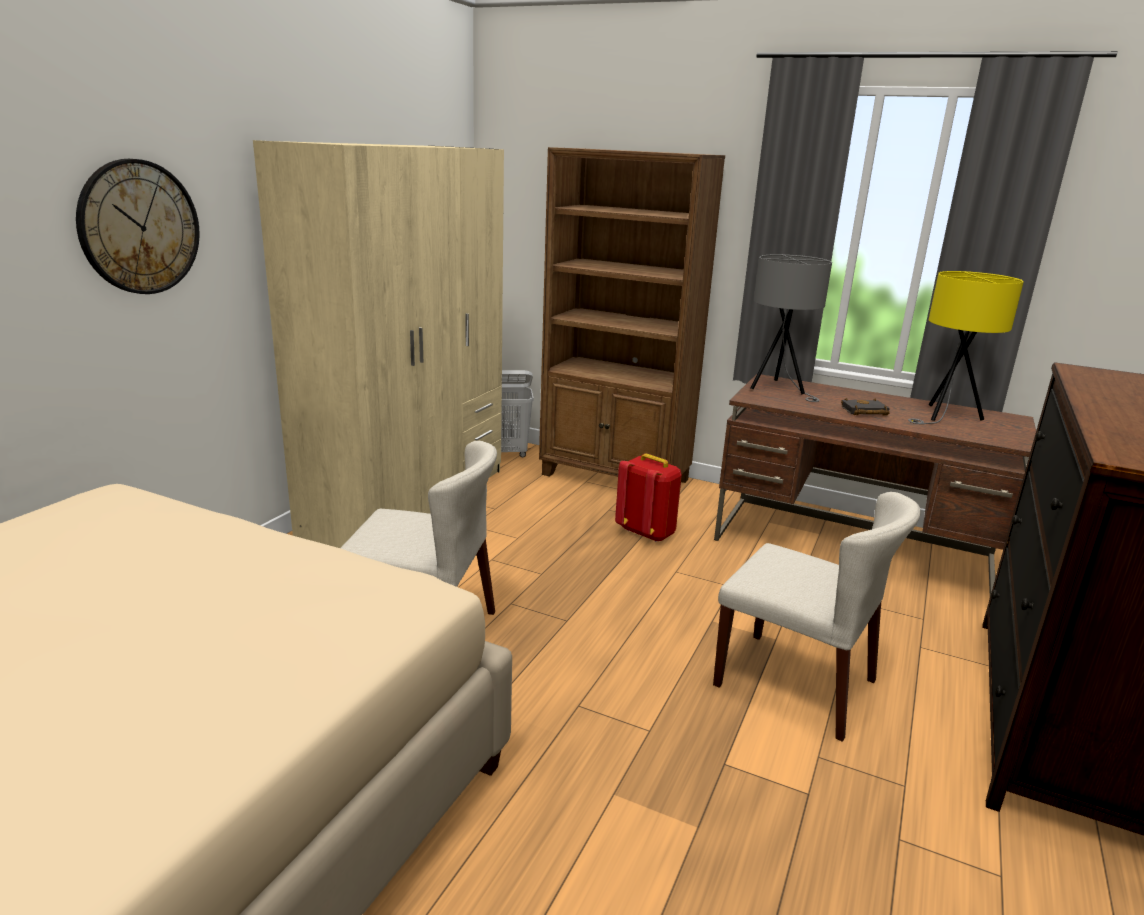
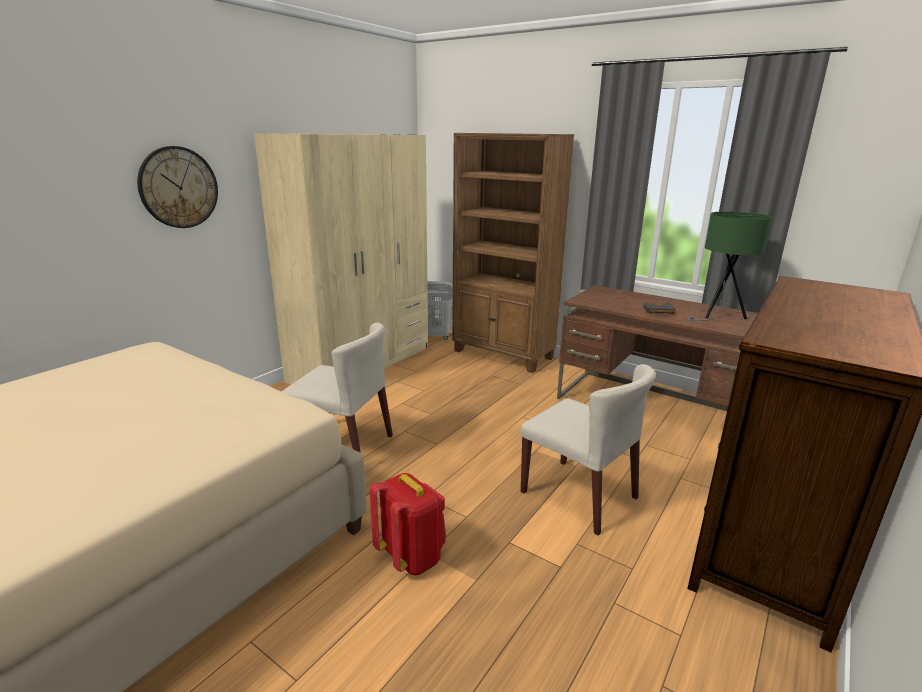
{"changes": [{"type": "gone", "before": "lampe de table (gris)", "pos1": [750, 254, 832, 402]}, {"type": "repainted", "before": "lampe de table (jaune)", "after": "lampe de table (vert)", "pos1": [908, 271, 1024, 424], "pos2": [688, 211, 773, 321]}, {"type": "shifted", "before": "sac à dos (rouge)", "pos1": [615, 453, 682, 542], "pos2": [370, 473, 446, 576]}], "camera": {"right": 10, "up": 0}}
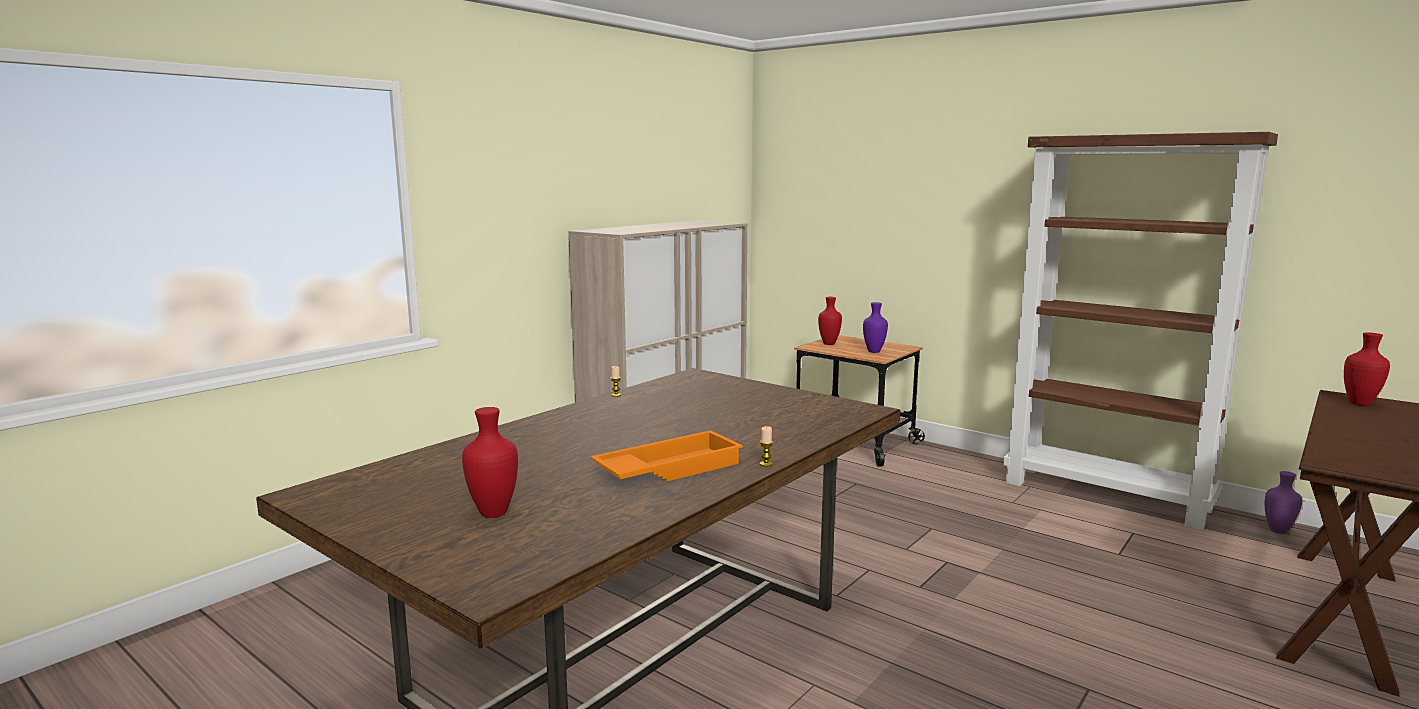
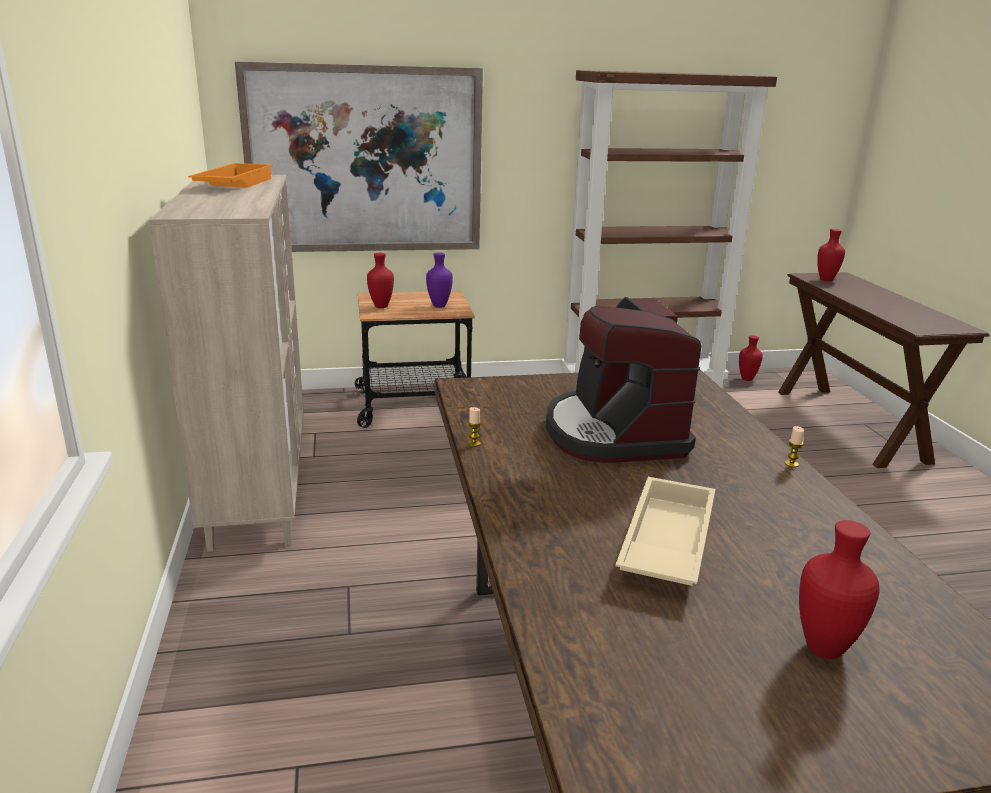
{"changes": [{"type": "shifted", "before": "plateau (orange)", "pos1": [590, 430, 743, 481], "pos2": [188, 163, 273, 187]}, {"type": "repainted", "before": "vase (violet)", "after": "vase (rouge)", "pos1": [1265, 471, 1302, 534], "pos2": [739, 335, 763, 381]}, {"type": "new", "after": "tableau", "pos2": [235, 62, 483, 252]}, {"type": "new", "after": "machine à café", "pos2": [546, 297, 701, 463]}, {"type": "new", "after": "plateau (beige)", "pos2": [615, 477, 715, 586]}], "camera": {"right": -50, "up": 10}}
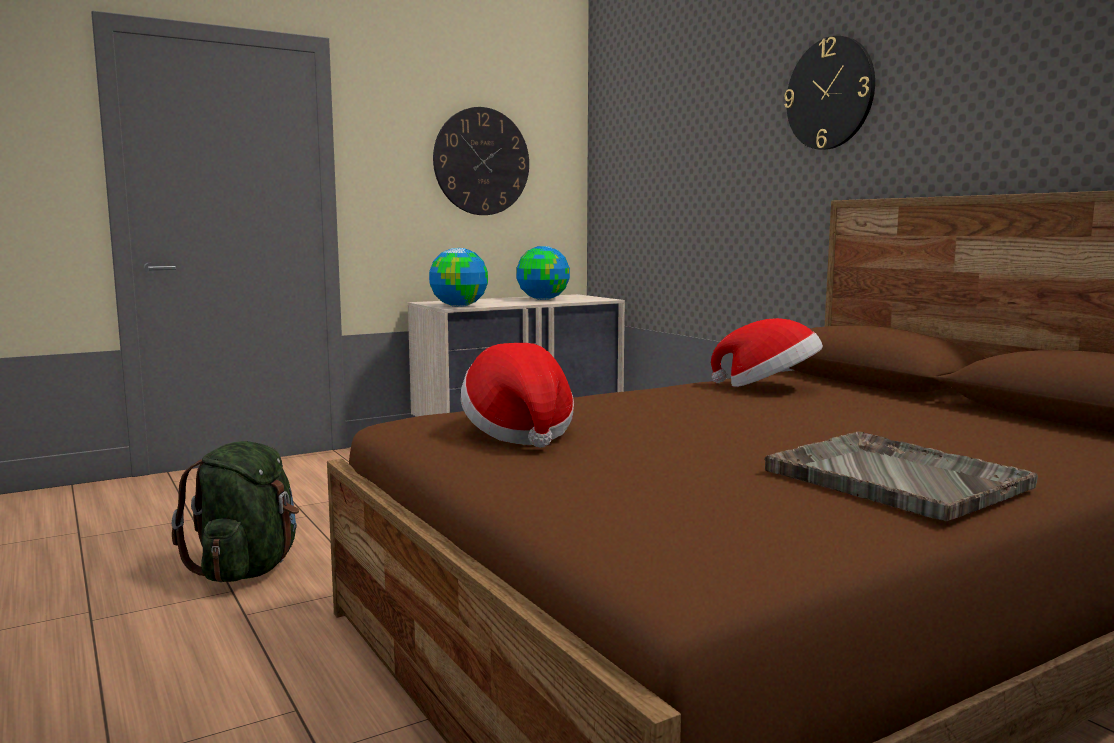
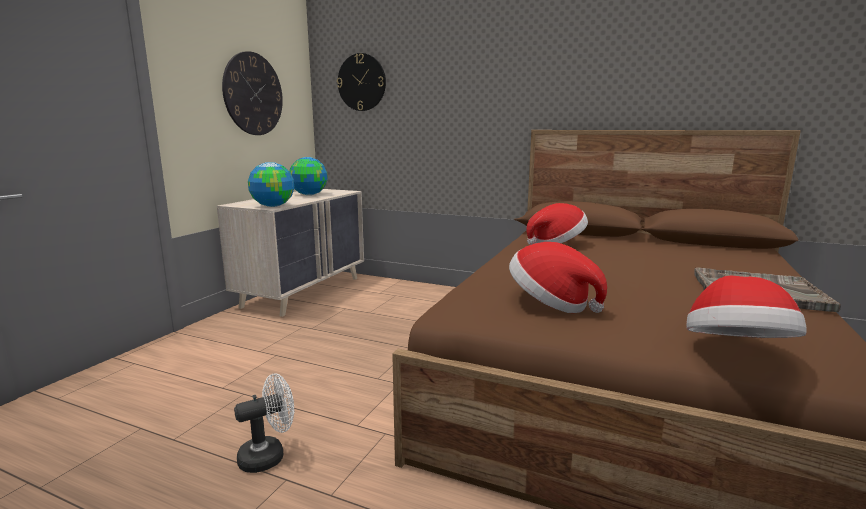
{"changes": [{"type": "shifted", "before": "horloge murale", "pos1": [784, 36, 875, 150], "pos2": [337, 53, 386, 111]}, {"type": "swapped", "before": "sac à dos (vert)", "after": "ventilateur (blanc)", "pos1": [172, 441, 299, 583], "pos2": [234, 373, 294, 473]}, {"type": "new", "after": "chapeau", "pos2": [686, 276, 807, 338]}], "camera": {"right": -35, "up": 5}}
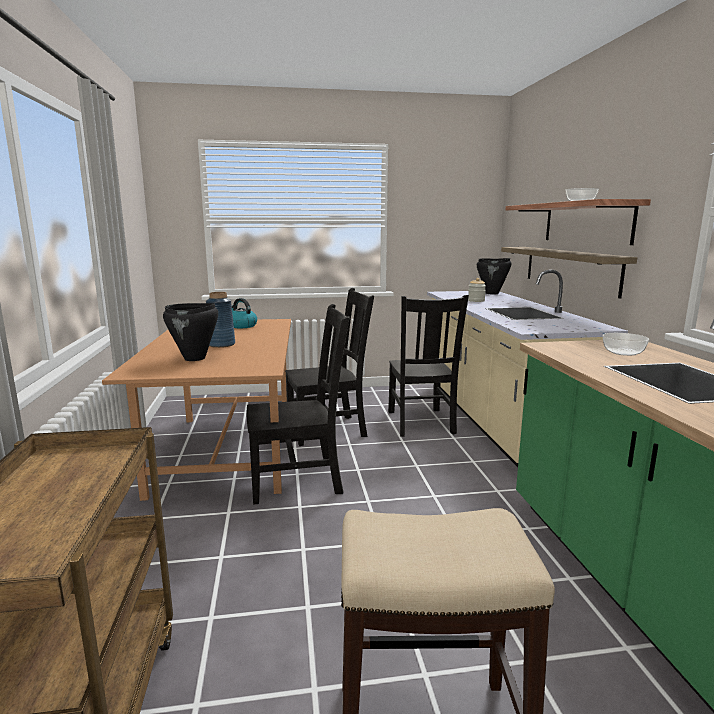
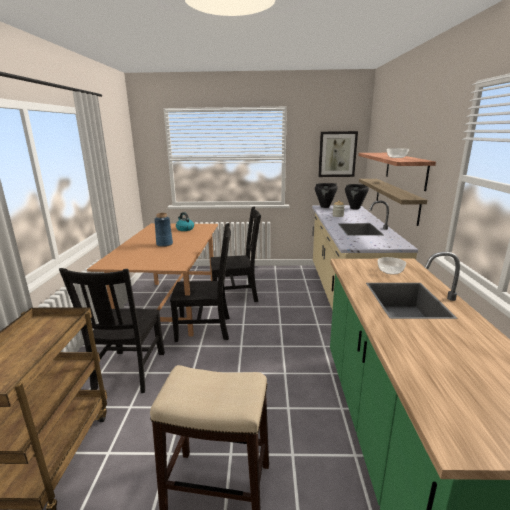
{"changes": [{"type": "shifted", "before": "chaise (noir)", "pos1": [388, 295, 469, 437], "pos2": [59, 268, 165, 393]}, {"type": "shifted", "before": "marmite (noir)", "pos1": [163, 303, 218, 361], "pos2": [315, 183, 338, 208]}, {"type": "new", "after": "tableau", "pos2": [318, 131, 358, 177]}], "camera": {"right": 10, "up": 5}}
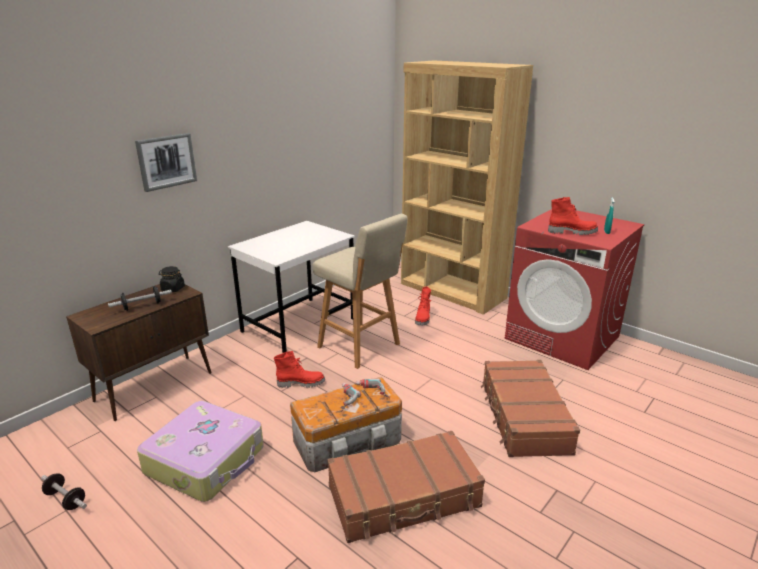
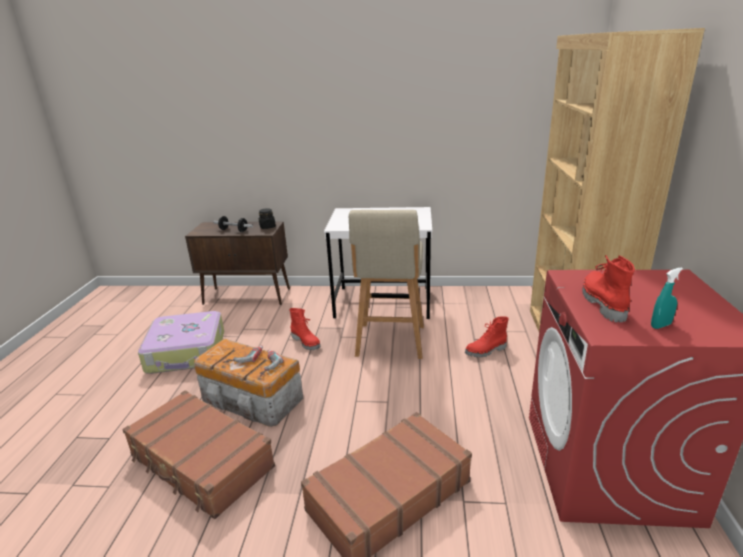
{"changes": [{"type": "gone", "before": "tableau", "pos1": [135, 133, 197, 192]}, {"type": "rotated", "before": "botte (rouge)", "pos1": [548, 197, 598, 235], "pos2": [582, 255, 635, 322], "turn": -150}, {"type": "gone", "before": "haltère", "pos1": [41, 473, 87, 510]}], "camera": {"right": 55, "up": 0}}
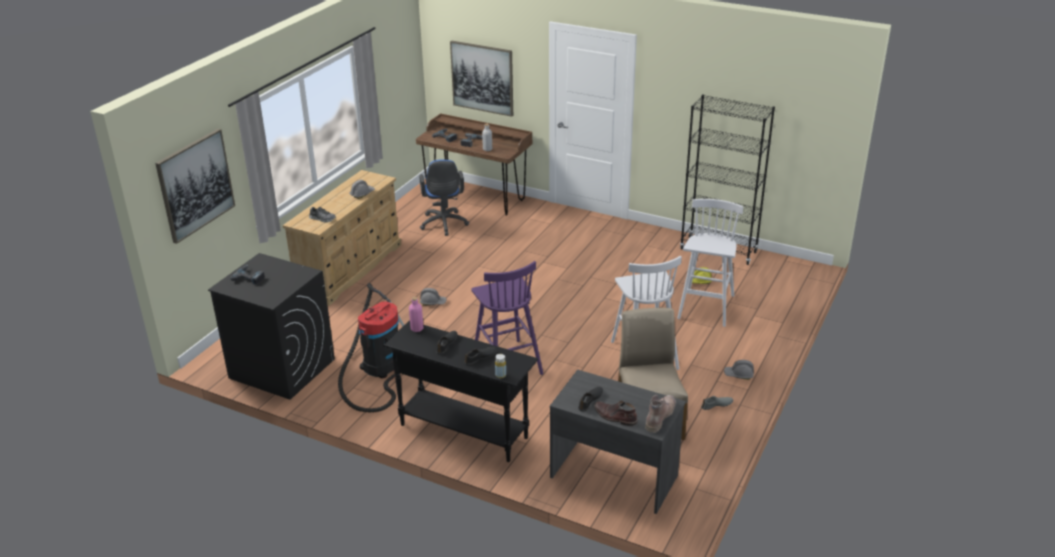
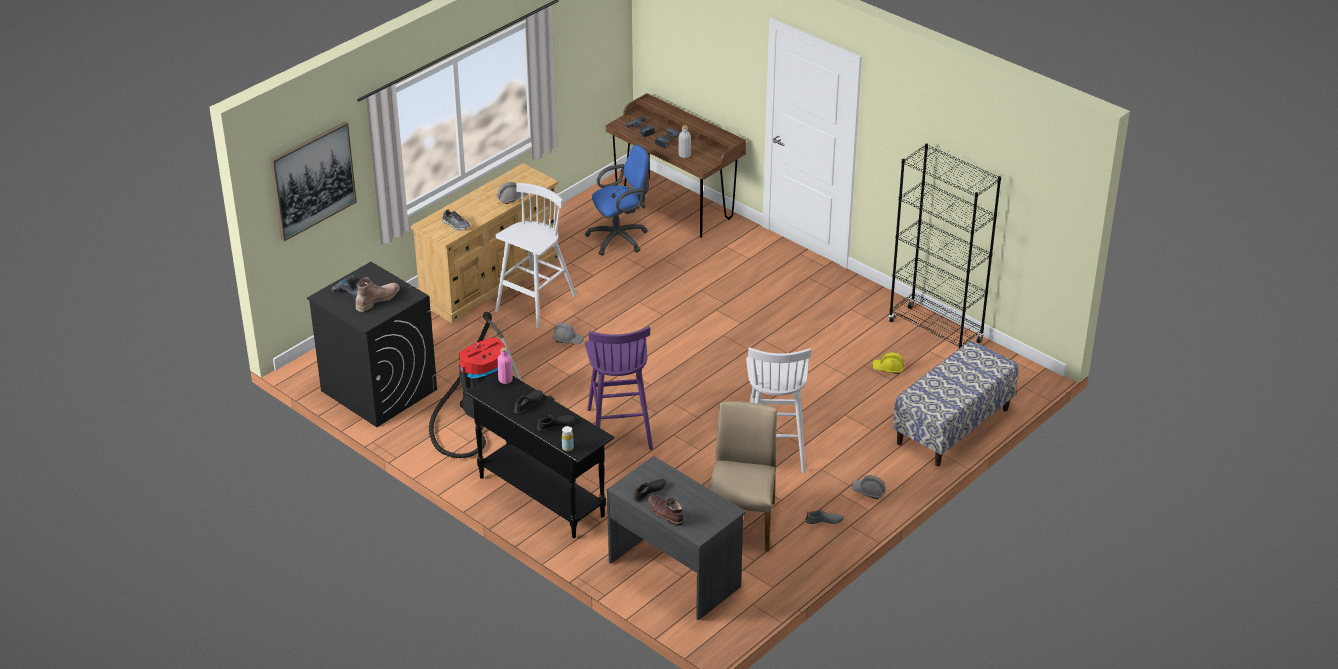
{"changes": [{"type": "gone", "before": "tableau", "pos1": [450, 41, 513, 117]}, {"type": "rotated", "before": "chaise de bureau (bleu)", "pos1": [420, 160, 469, 236], "pos2": [585, 145, 649, 256], "turn": -120}, {"type": "shifted", "before": "tabouret (blanc)", "pos1": [677, 199, 743, 327], "pos2": [495, 183, 577, 329]}, {"type": "shifted", "before": "botte (marron)", "pos1": [645, 394, 676, 433], "pos2": [355, 277, 400, 312]}, {"type": "new", "after": "banc", "pos2": [893, 341, 1018, 466]}], "camera": {"right": 15, "up": 5}}
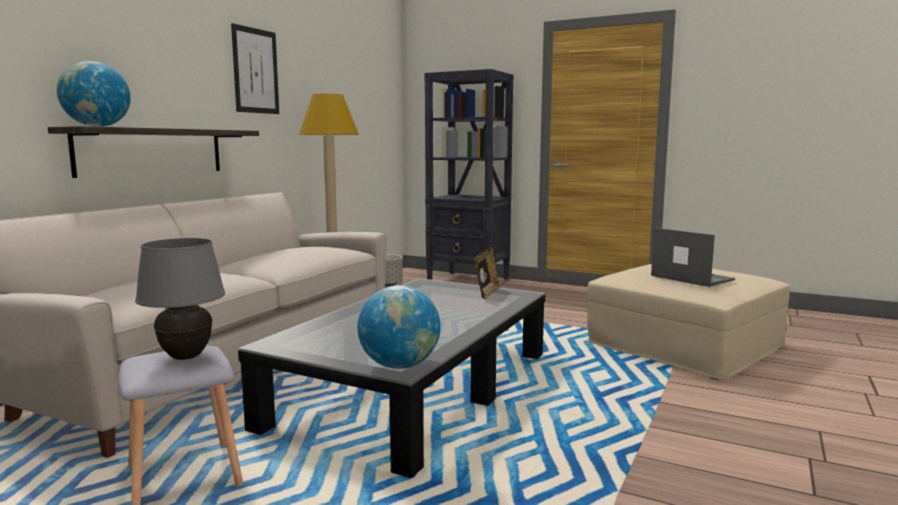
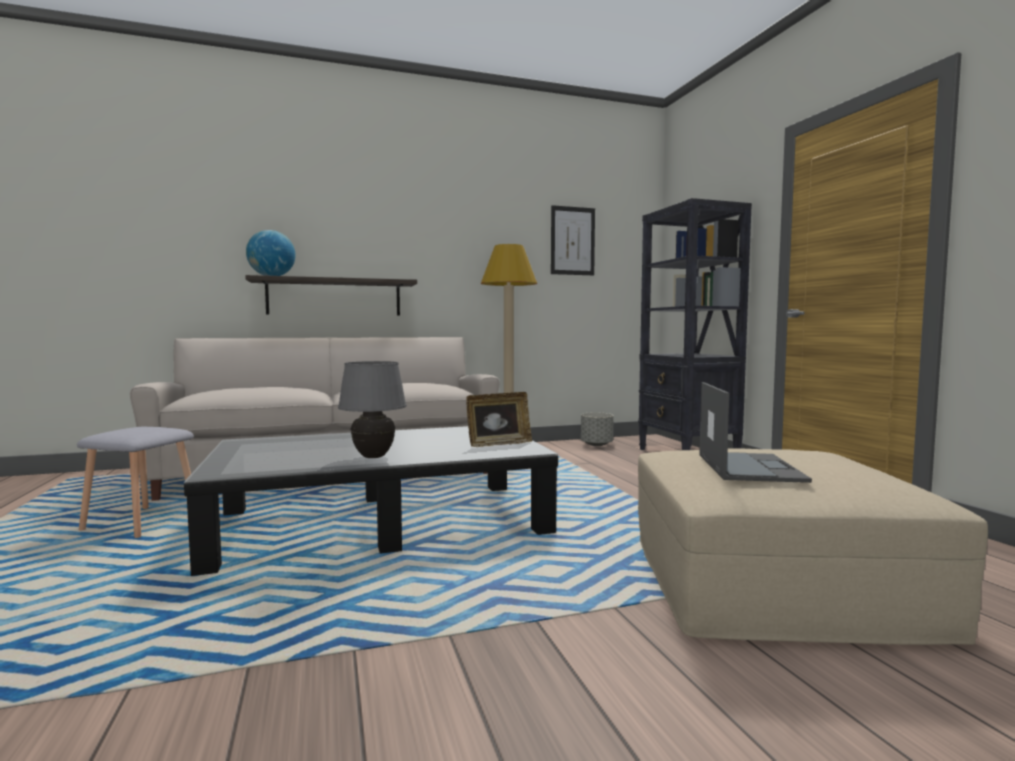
{"changes": [{"type": "shifted", "before": "tableau", "pos1": [231, 23, 279, 114], "pos2": [551, 205, 595, 275]}, {"type": "shifted", "before": "lampe de table (gris)", "pos1": [135, 238, 225, 360], "pos2": [338, 361, 407, 458]}, {"type": "gone", "before": "globe", "pos1": [357, 285, 441, 369]}], "camera": {"right": 45, "up": -5}}
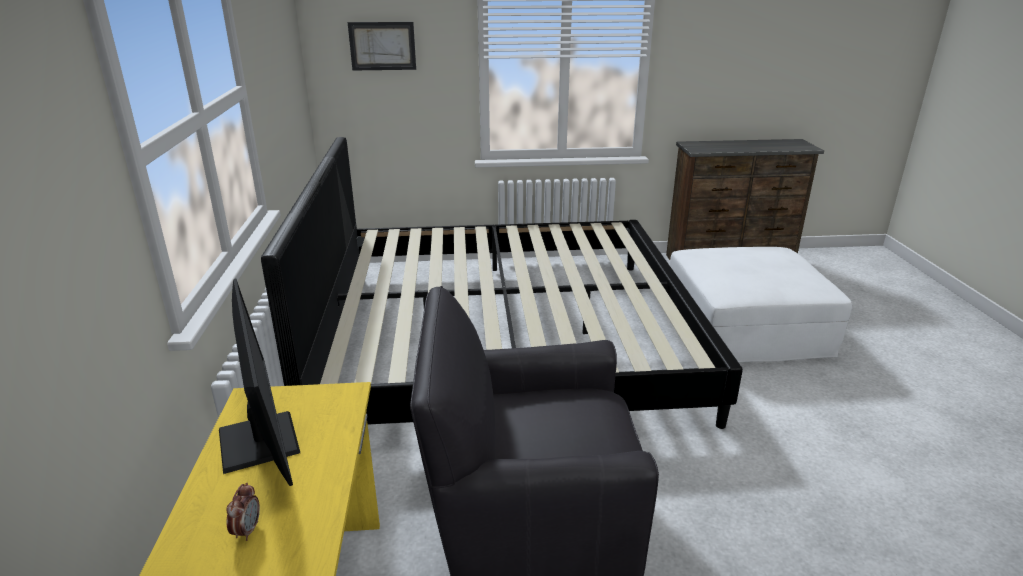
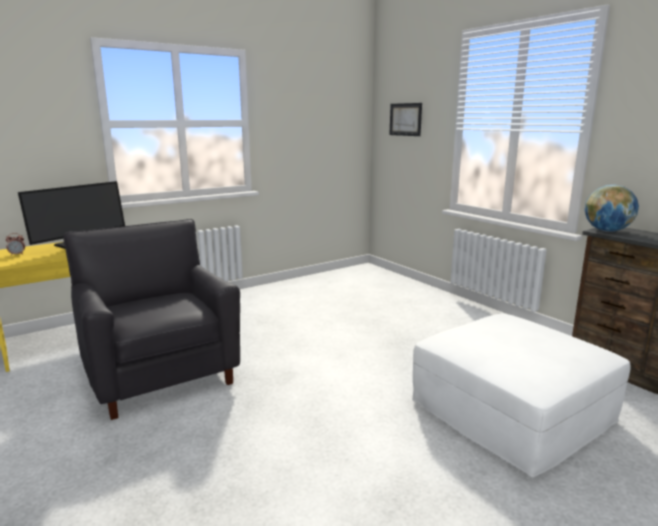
{"changes": [{"type": "gone", "before": "lit", "pos1": [261, 137, 743, 429]}, {"type": "new", "after": "globe", "pos2": [584, 185, 639, 232]}], "camera": {"right": 60, "up": -10}}
